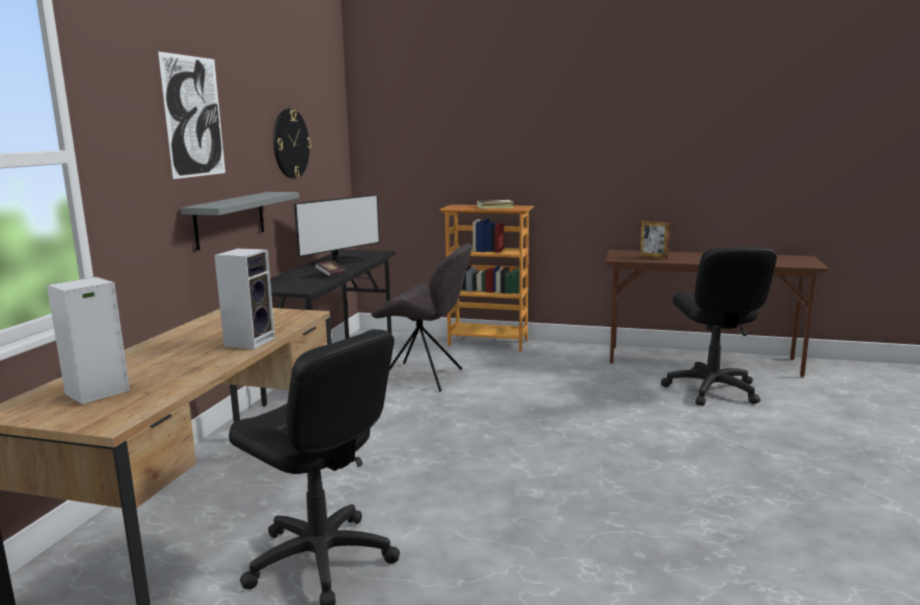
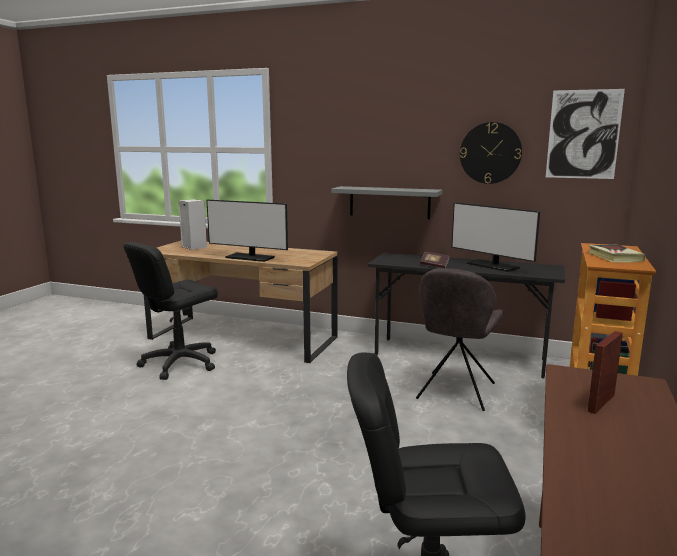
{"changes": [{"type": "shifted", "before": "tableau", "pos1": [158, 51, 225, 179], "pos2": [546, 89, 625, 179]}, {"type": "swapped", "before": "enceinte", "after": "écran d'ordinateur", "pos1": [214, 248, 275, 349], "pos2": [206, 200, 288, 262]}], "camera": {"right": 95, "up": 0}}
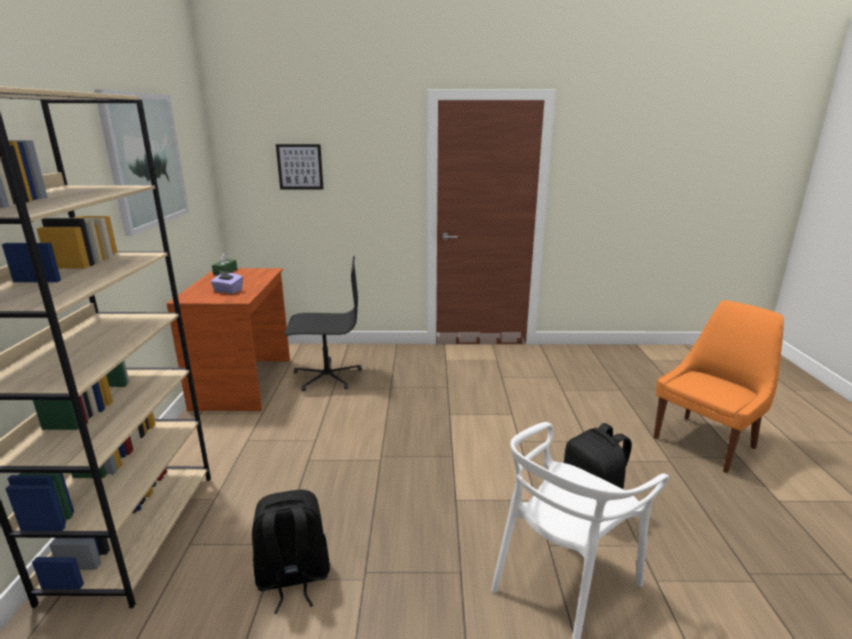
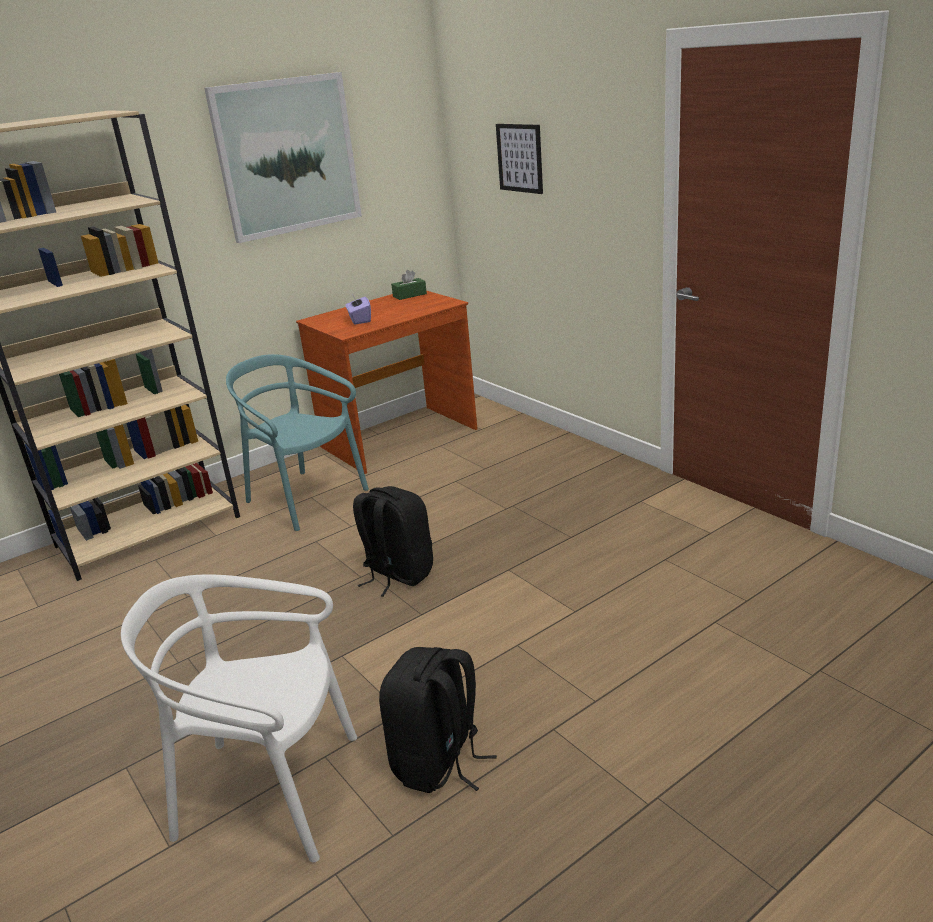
{"changes": [{"type": "gone", "before": "chaise de bureau (noir)", "pos1": [285, 256, 362, 391]}, {"type": "gone", "before": "chaise (orange)", "pos1": [654, 300, 784, 473]}, {"type": "shifted", "before": "sac à dos (noir)", "pos1": [252, 490, 330, 614], "pos2": [353, 486, 433, 597]}, {"type": "new", "after": "chaise (turquoise)", "pos2": [226, 354, 369, 531]}], "camera": {"right": 55, "up": 5}}
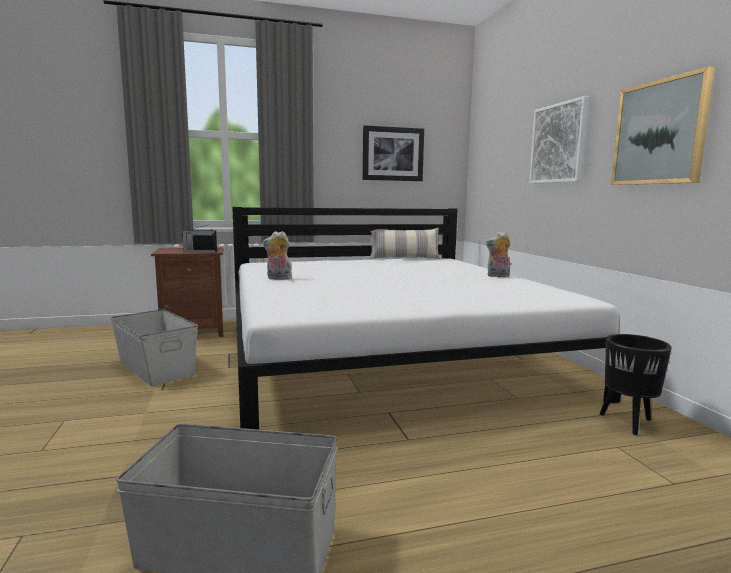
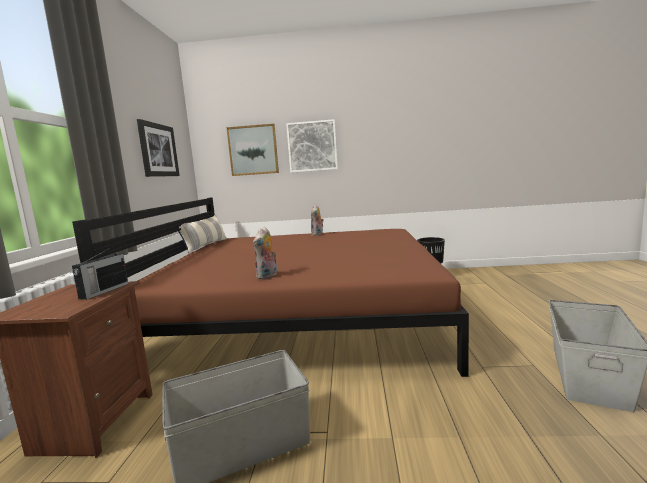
{"changes": [{"type": "shifted", "before": "tableau", "pos1": [611, 67, 715, 185], "pos2": [227, 124, 279, 176]}, {"type": "repainted", "before": "lit (blanc)", "after": "lit (marron)", "pos1": [232, 207, 621, 430], "pos2": [72, 197, 469, 377]}], "camera": {"right": -70, "up": 0}}
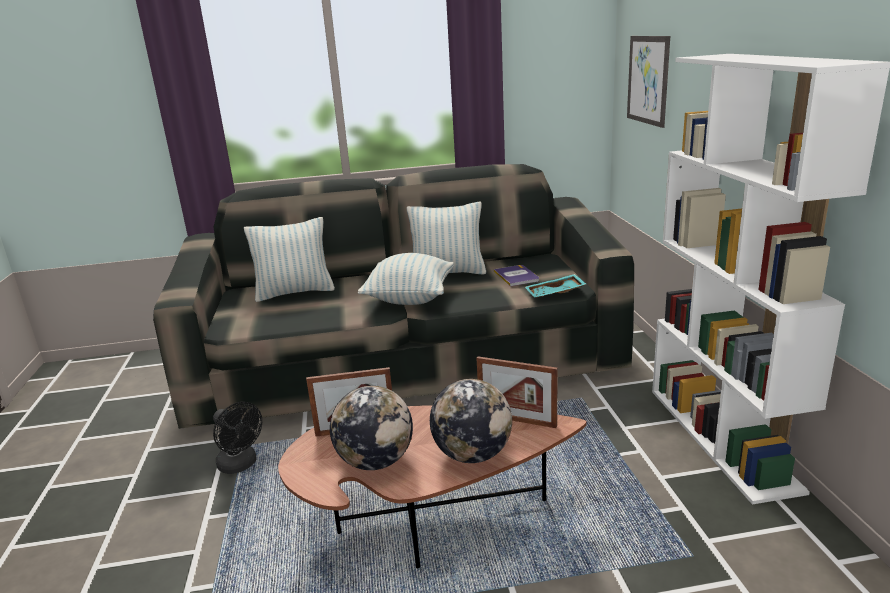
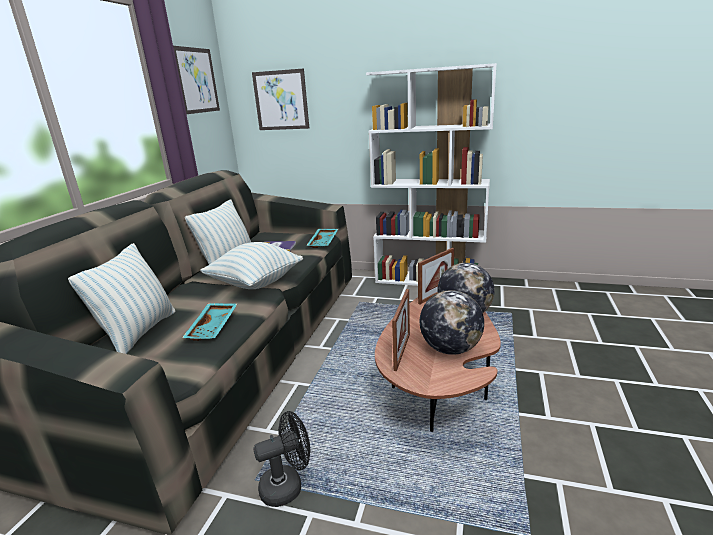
{"changes": [{"type": "new", "after": "tableau", "pos2": [173, 46, 220, 114]}, {"type": "new", "after": "plateau (turquoise)", "pos2": [182, 303, 237, 341]}], "camera": {"right": -65, "up": 0}}
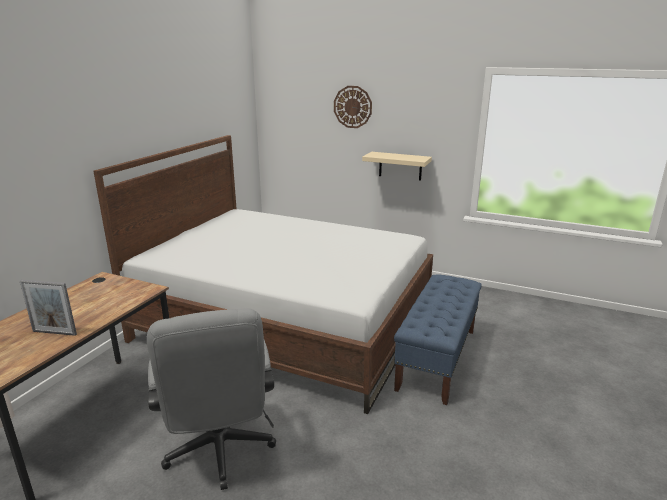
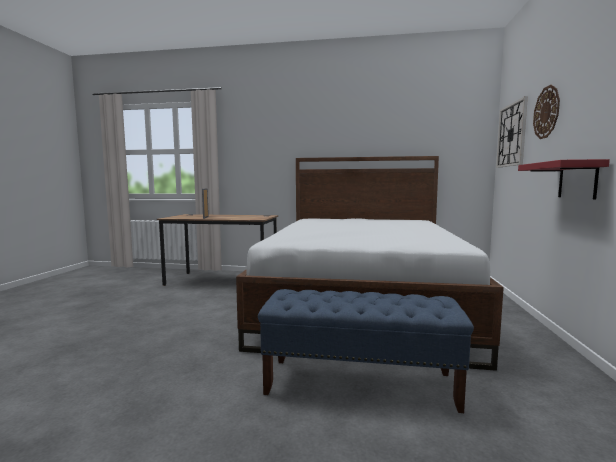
{"changes": [{"type": "repainted", "before": "étagère (beige)", "after": "étagère (rouge)", "pos1": [362, 152, 432, 181], "pos2": [518, 159, 610, 199]}, {"type": "gone", "before": "chaise de bureau (gris)", "pos1": [147, 308, 276, 490]}, {"type": "new", "after": "horloge murale", "pos2": [496, 96, 528, 168]}], "camera": {"right": 75, "up": -15}}
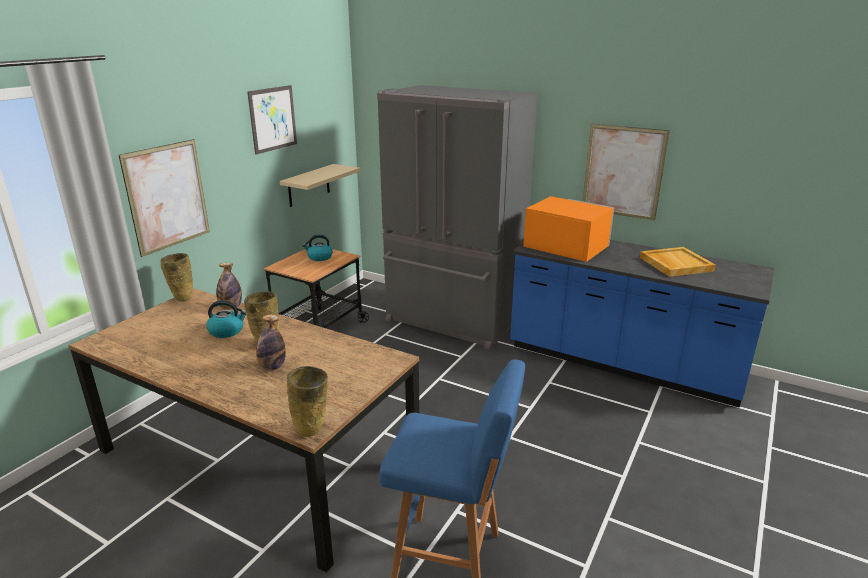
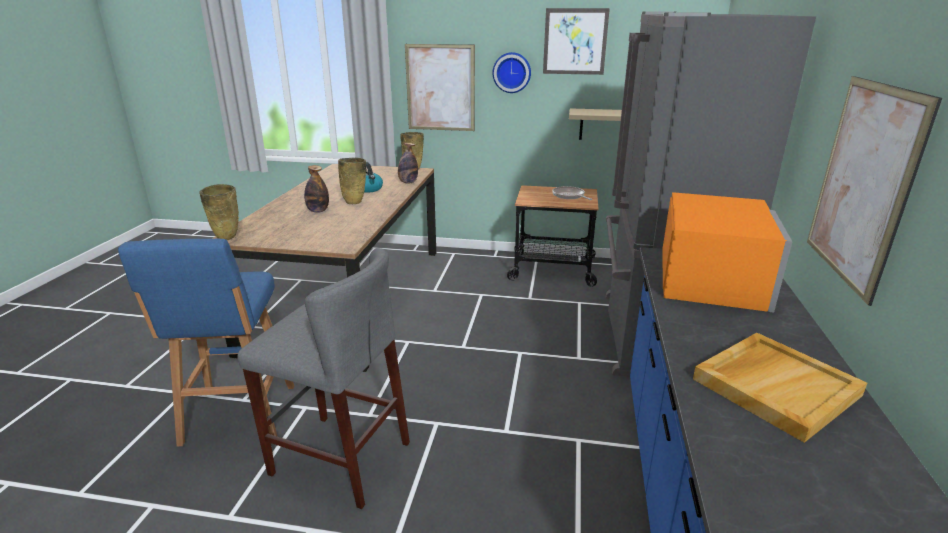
{"changes": [{"type": "swapped", "before": "bouilloire", "after": "poêle", "pos1": [302, 235, 333, 261], "pos2": [552, 186, 592, 200]}, {"type": "new", "after": "horloge murale", "pos2": [492, 52, 531, 93]}, {"type": "new", "after": "tabouret (gris)", "pos2": [238, 248, 410, 509]}], "camera": {"right": 70, "up": 0}}
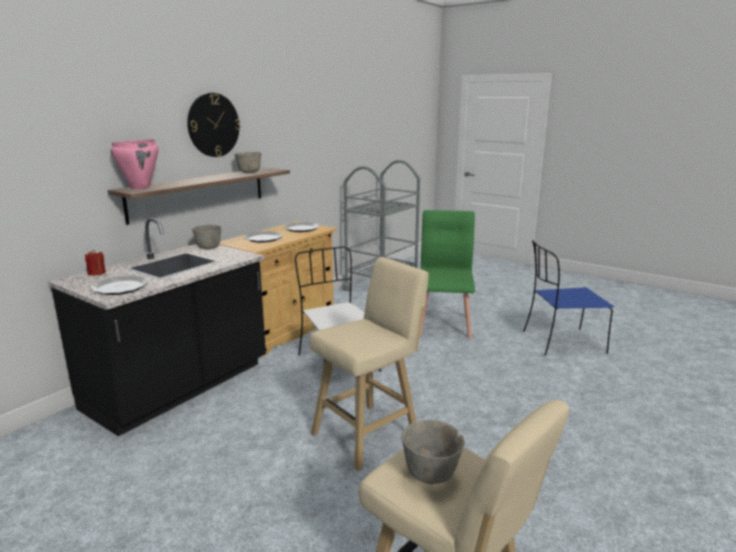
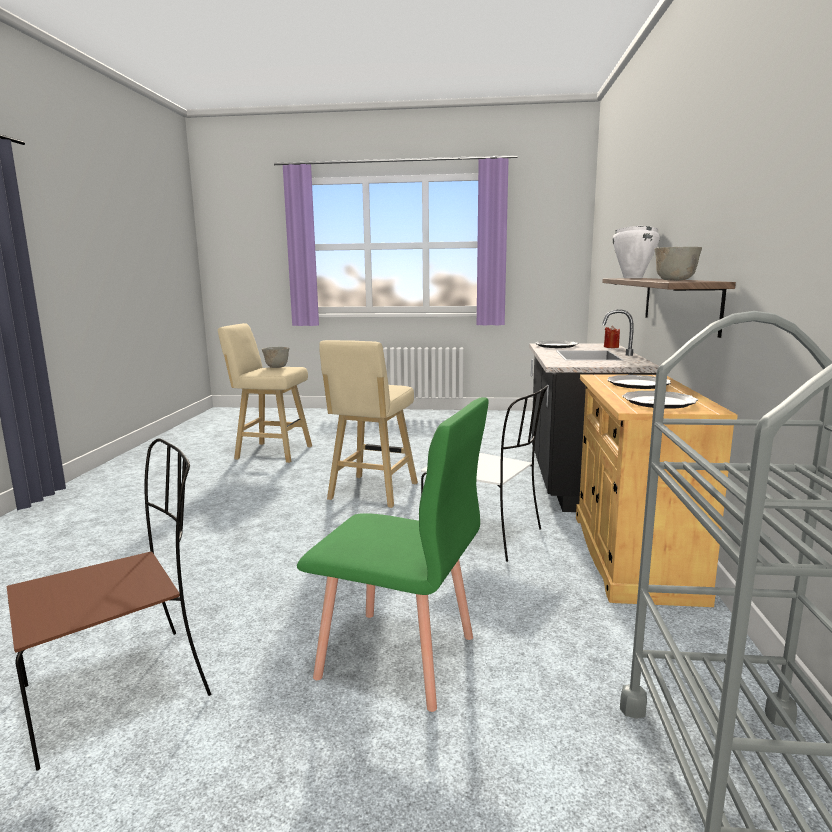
{"changes": [{"type": "gone", "before": "horloge murale", "pos1": [187, 93, 241, 157]}, {"type": "repainted", "before": "marmite (rose)", "after": "marmite (blanc)", "pos1": [111, 139, 159, 189], "pos2": [613, 226, 660, 278]}, {"type": "rotated", "before": "chaise (vert)", "pos1": [420, 210, 475, 339], "pos2": [297, 397, 489, 712], "turn": -45}, {"type": "gone", "before": "bol (gris)", "pos1": [192, 225, 221, 250]}, {"type": "repainted", "before": "chaise (bleu)", "after": "chaise (marron)", "pos1": [523, 240, 614, 356], "pos2": [7, 438, 211, 771]}], "camera": {"right": 150, "up": -5}}
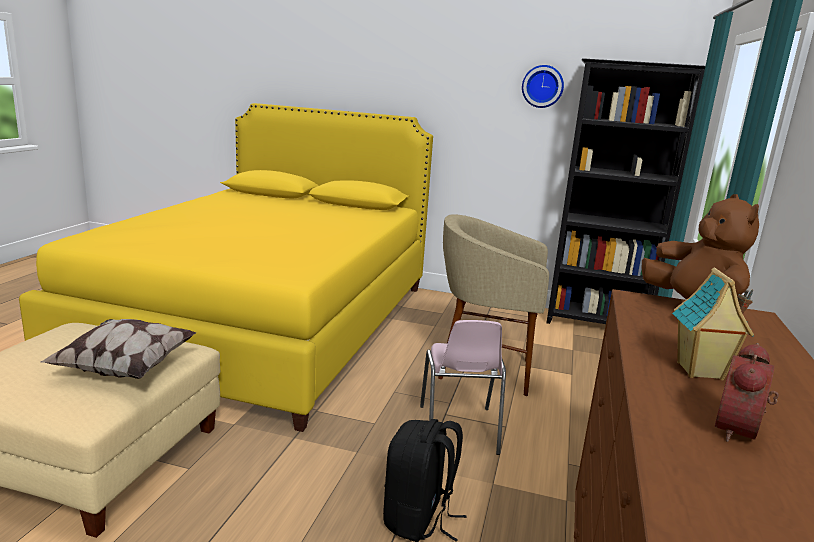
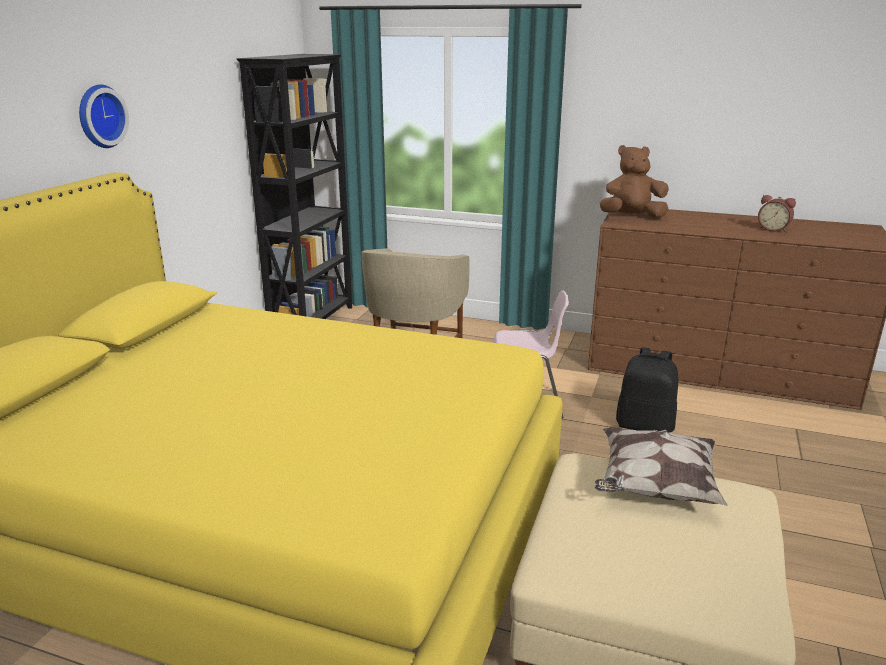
{"changes": [{"type": "shifted", "before": "horloge murale", "pos1": [522, 65, 564, 108], "pos2": [79, 84, 129, 148]}, {"type": "gone", "before": "maison miniature", "pos1": [672, 267, 754, 380]}], "camera": {"right": -85, "up": 5}}
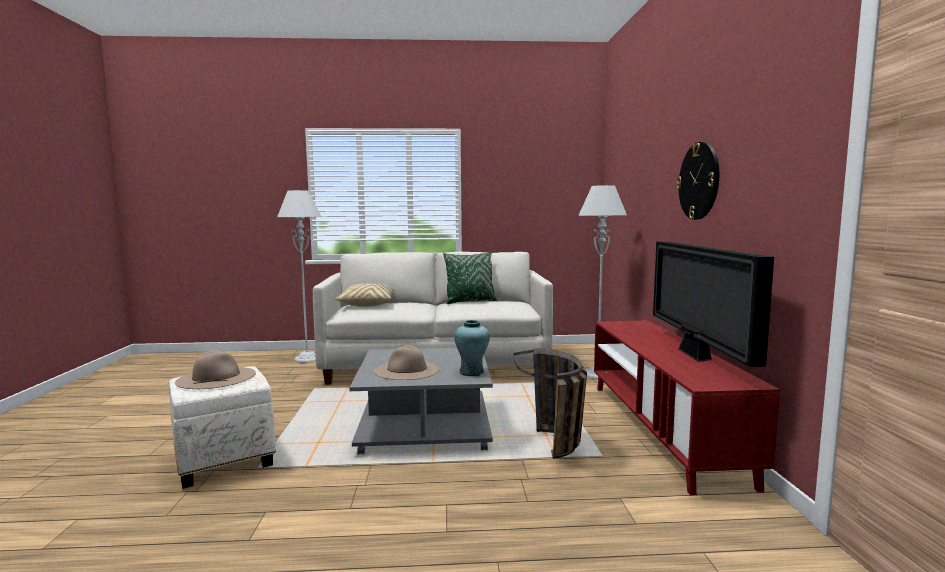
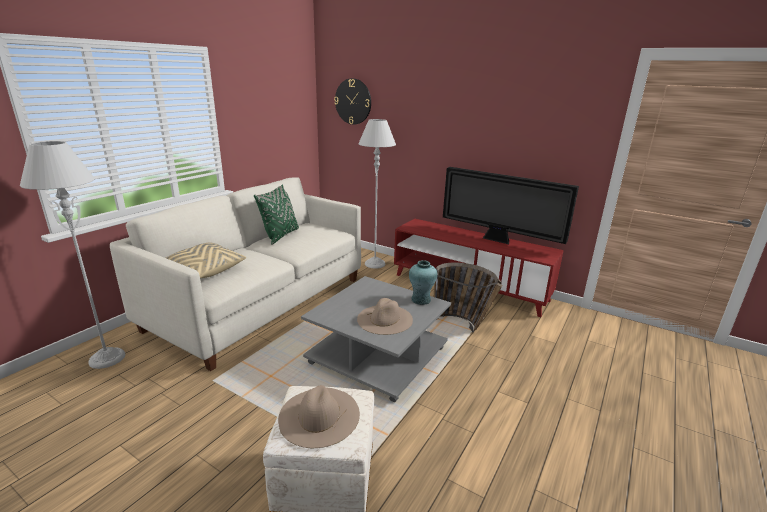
{"changes": [{"type": "shifted", "before": "horloge murale", "pos1": [676, 142, 719, 220], "pos2": [334, 78, 371, 125]}], "camera": {"right": -55, "up": 15}}
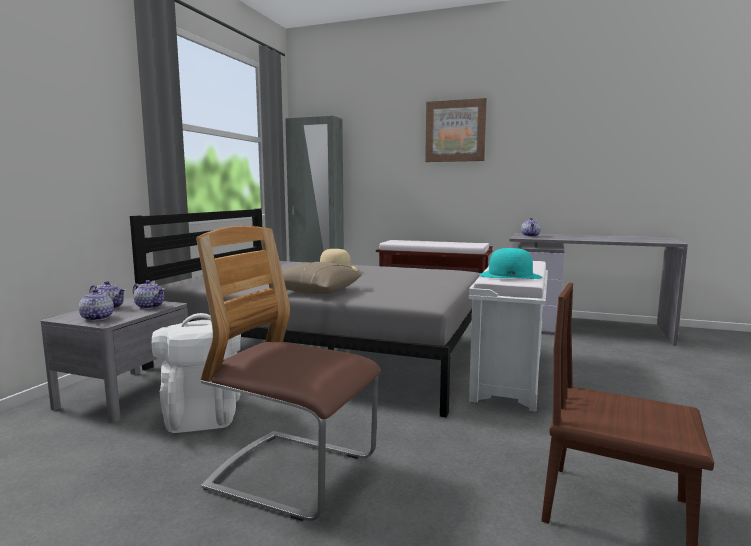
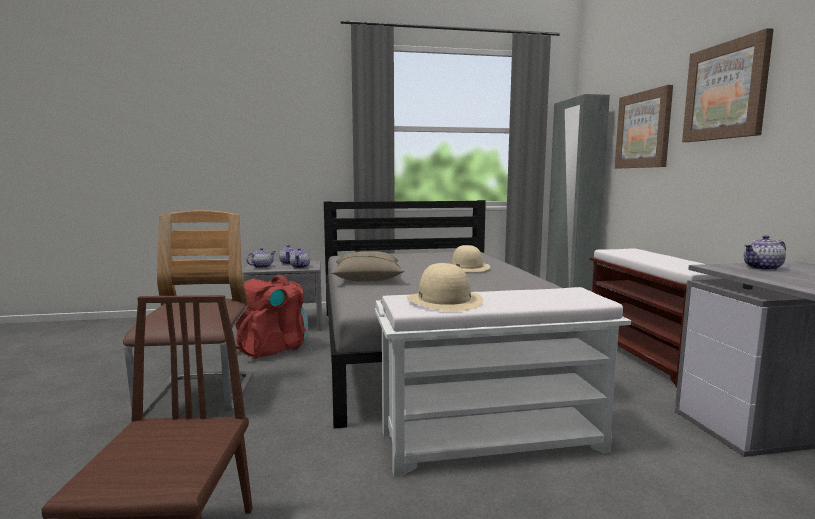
{"changes": [{"type": "repainted", "before": "chapeau (turquoise)", "after": "chapeau (beige)", "pos1": [479, 248, 542, 279], "pos2": [407, 263, 483, 311]}, {"type": "repainted", "before": "sac à dos (blanc)", "after": "sac à dos (rouge)", "pos1": [152, 313, 241, 433], "pos2": [235, 275, 308, 359]}, {"type": "new", "after": "tableau", "pos2": [615, 85, 673, 168]}], "camera": {"right": 60, "up": 0}}
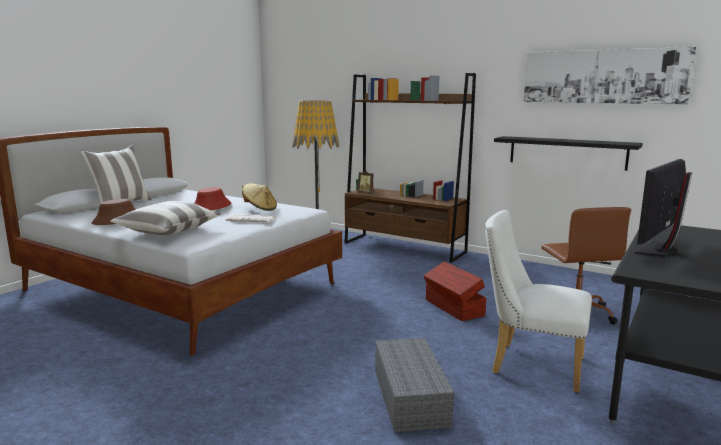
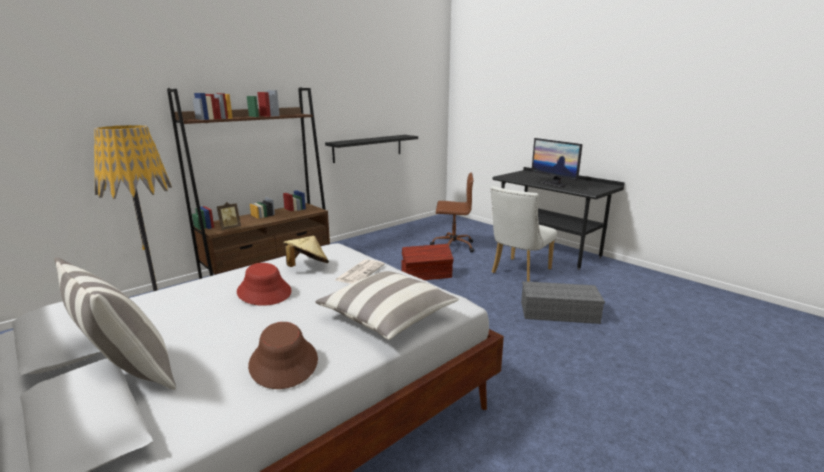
{"changes": [{"type": "gone", "before": "tableau", "pos1": [524, 47, 696, 104]}], "camera": {"right": -75, "up": 5}}
